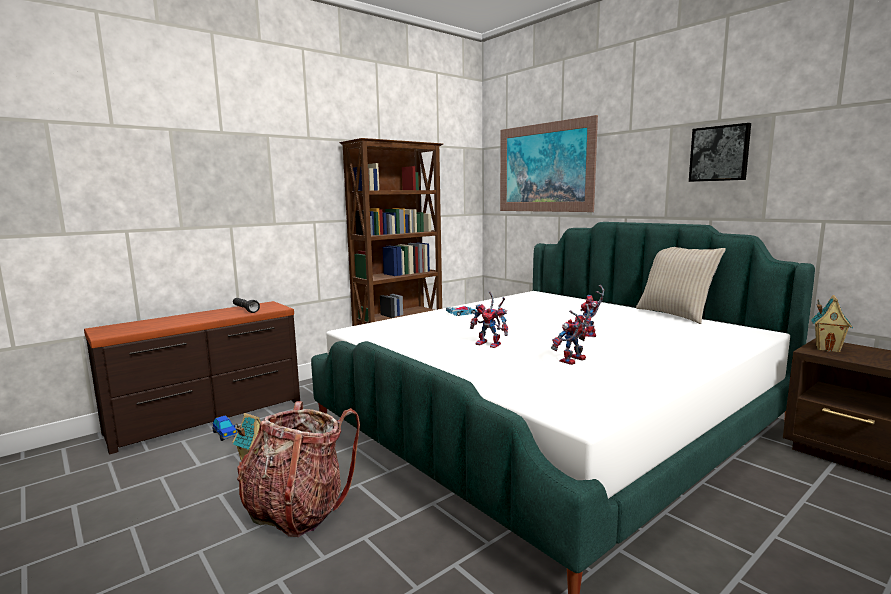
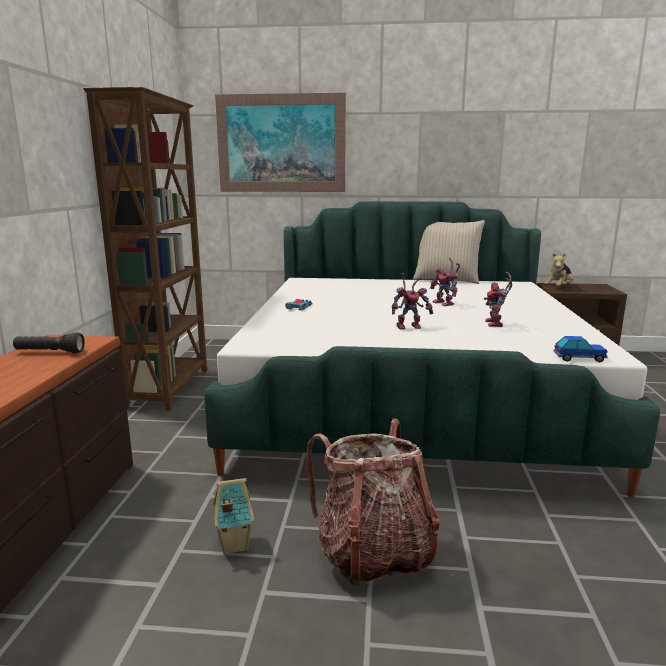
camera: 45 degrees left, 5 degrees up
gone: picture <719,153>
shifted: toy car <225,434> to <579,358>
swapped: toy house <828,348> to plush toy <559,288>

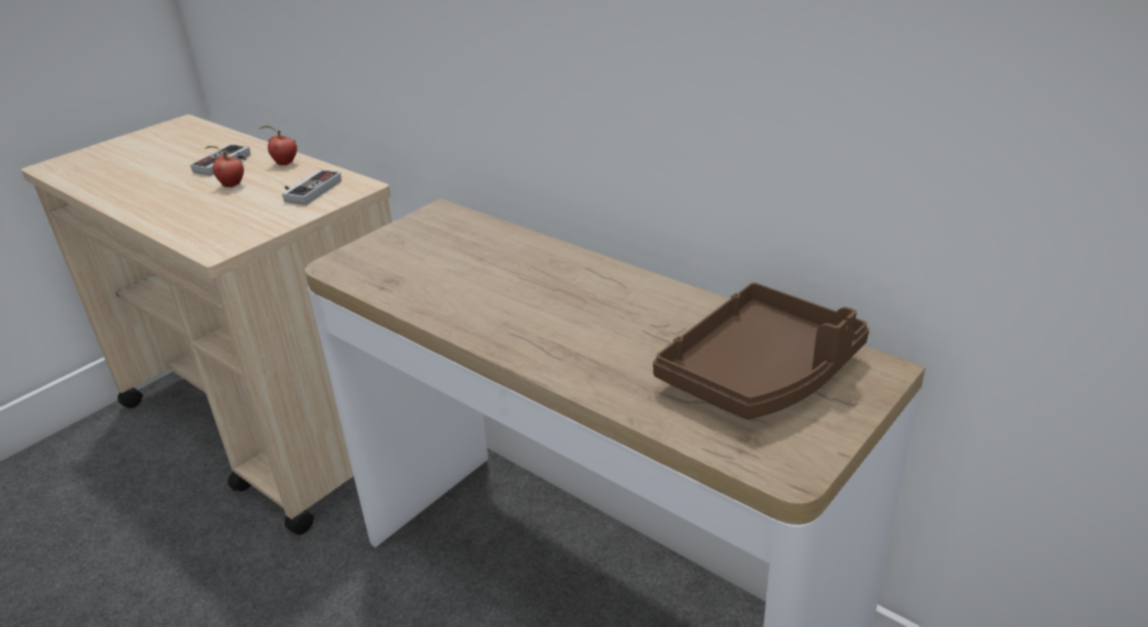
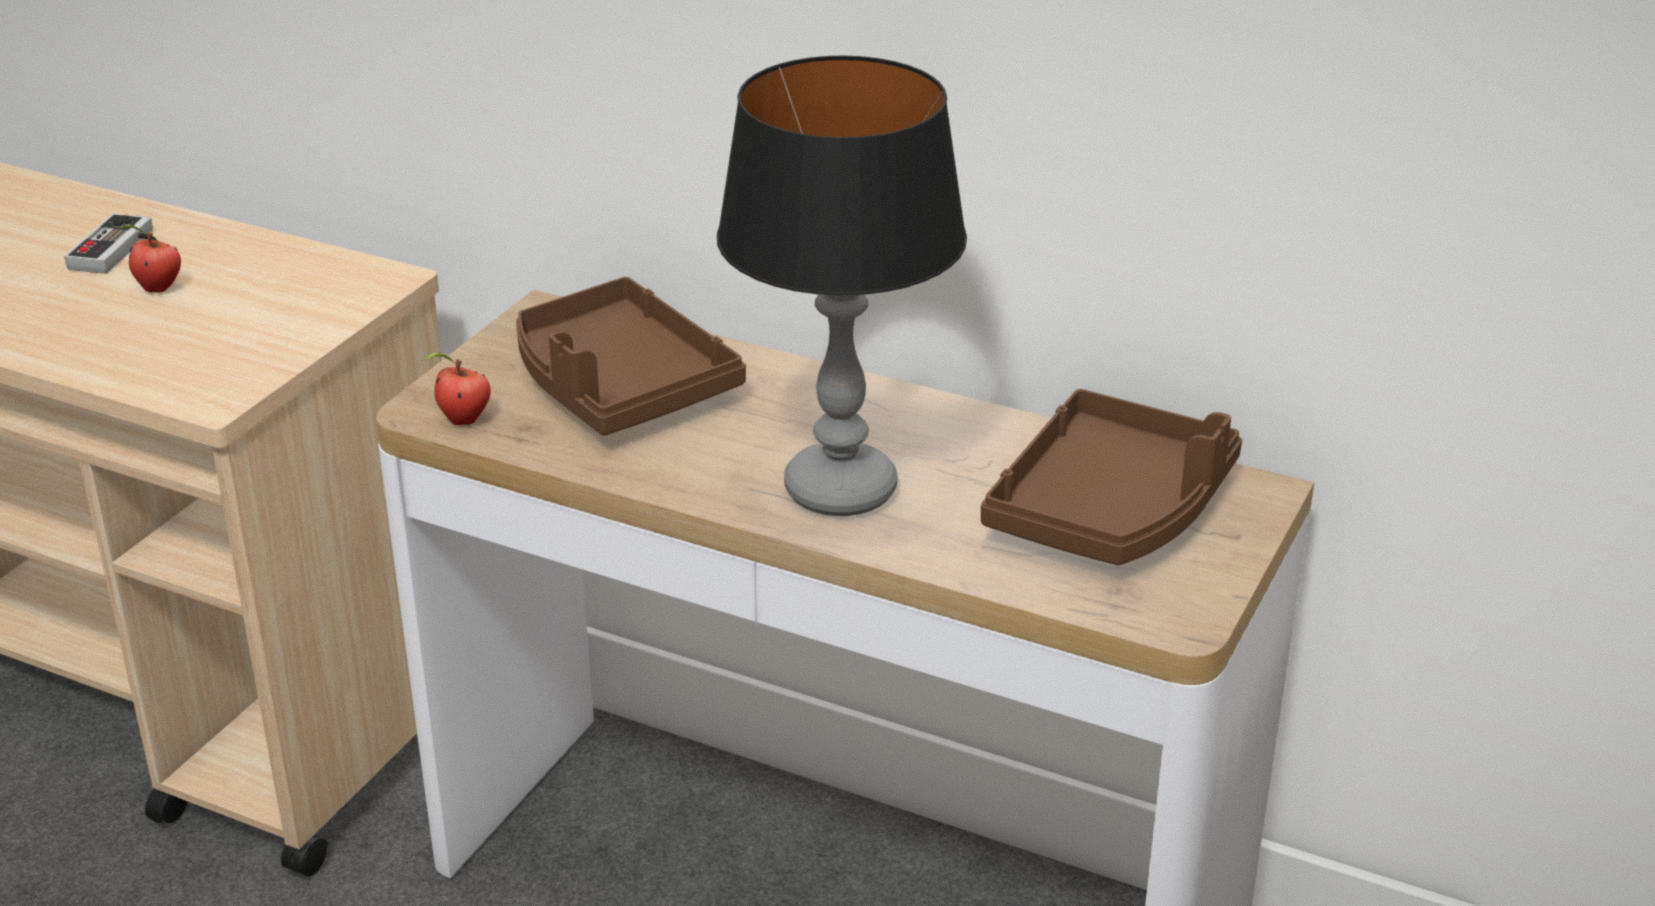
camera: 15 degrees left, 0 degrees up
gone: game controller <308,190>
new: table lamp <841,489>; brown tray <618,385>
shifted: apple <284,163> to <462,421>

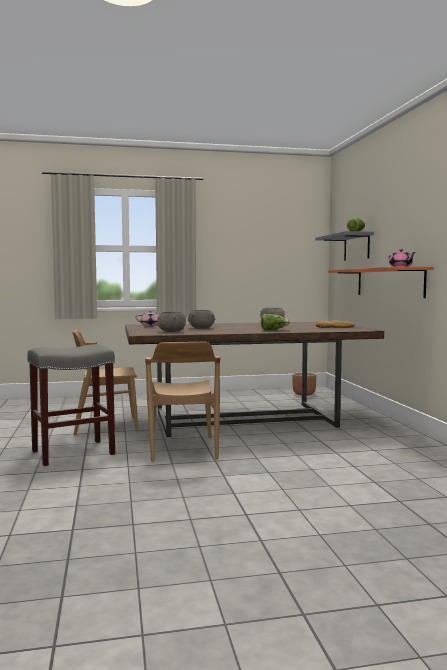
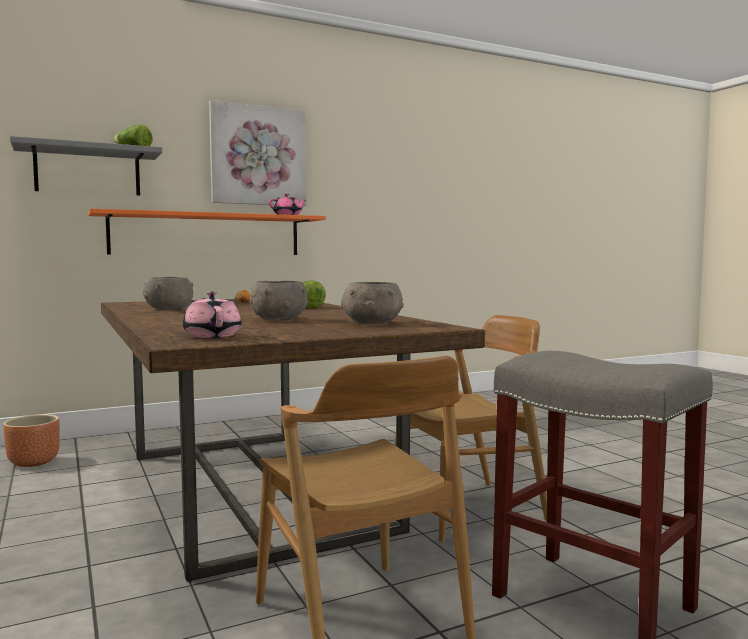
camera: 105 degrees left, 0 degrees up
new: picture <258,156>

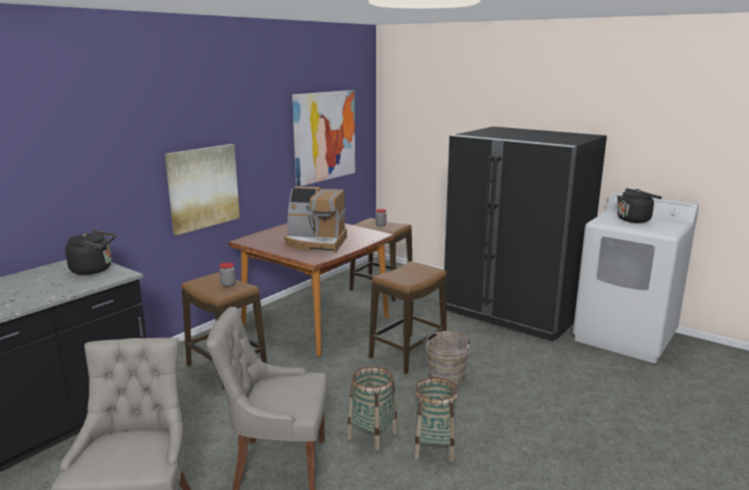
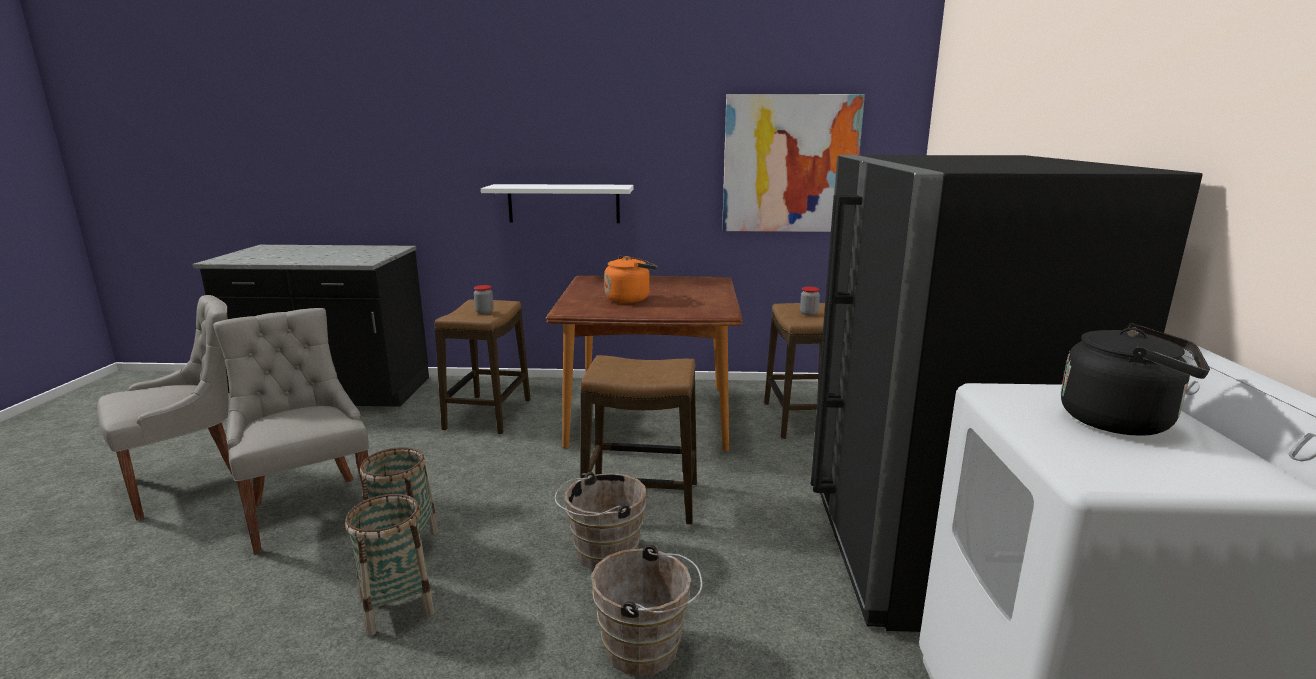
camera: 55 degrees right, 0 degrees up
gone: black kettle <94,269>
new: brown bucket <647,649>
swapped: picture <203,187> to white shelf <563,203>; coffee machine <316,243> to orange kettle <630,299>

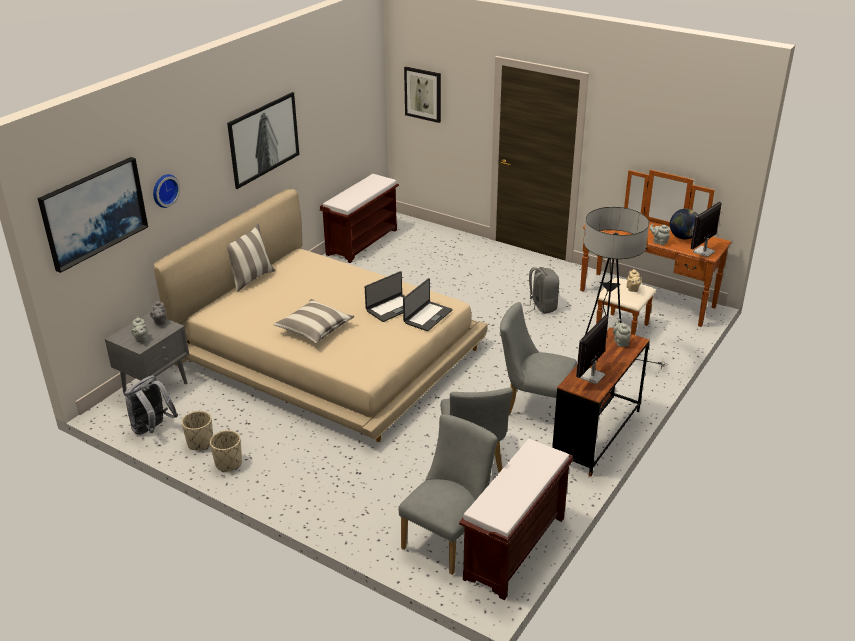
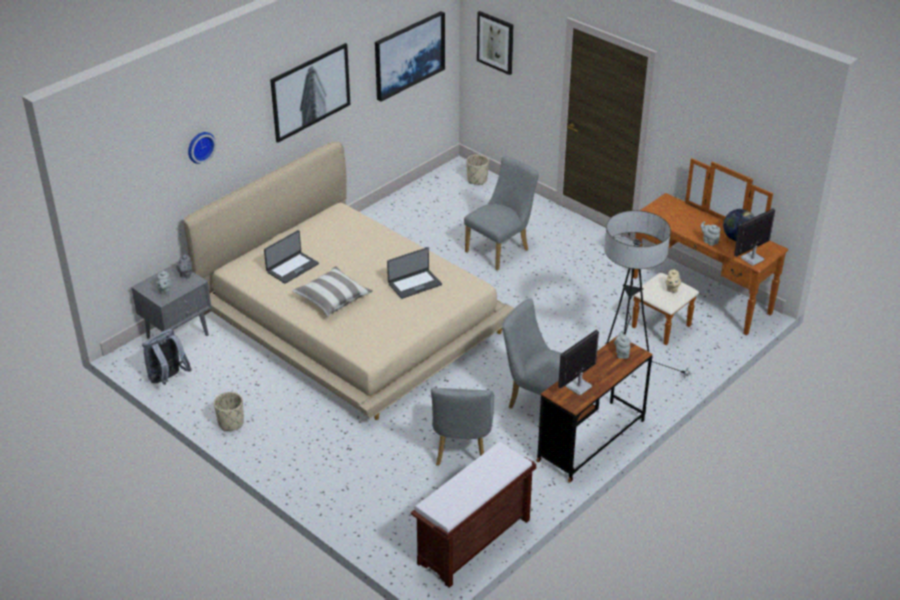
camera: 10 degrees right, 5 degrees up
gone: brown bench <362,242>; pillow <250,279>; grey backpack <541,307>
shifted: picture <93,212> to <409,55>; laptop <427,316> to <292,267>; beige planter <200,443> to <477,180>; grey chair <448,538> to <501,249>

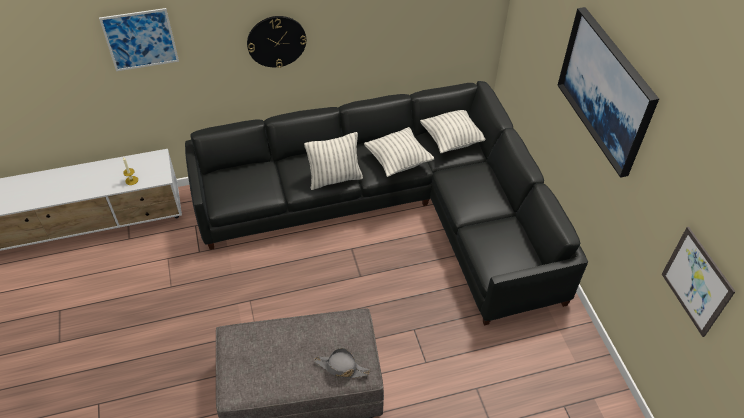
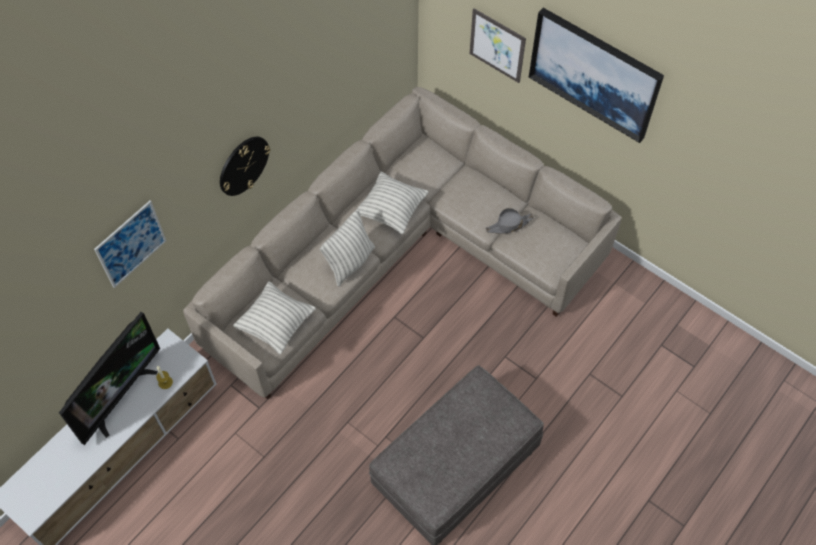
camera: 35 degrees left, 10 degrees up
new: television <120,397>
shifted: pillow <452,140> to <276,325>; picture <696,282> to <497,45>; grey hat <341,368> to <509,225>
repainted: black sofa <396,209> to beige sofa <402,254>

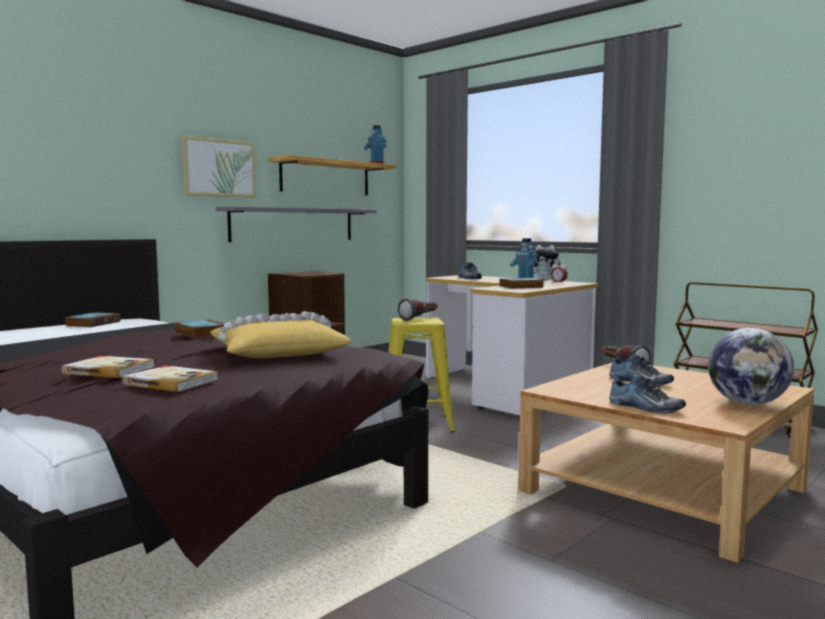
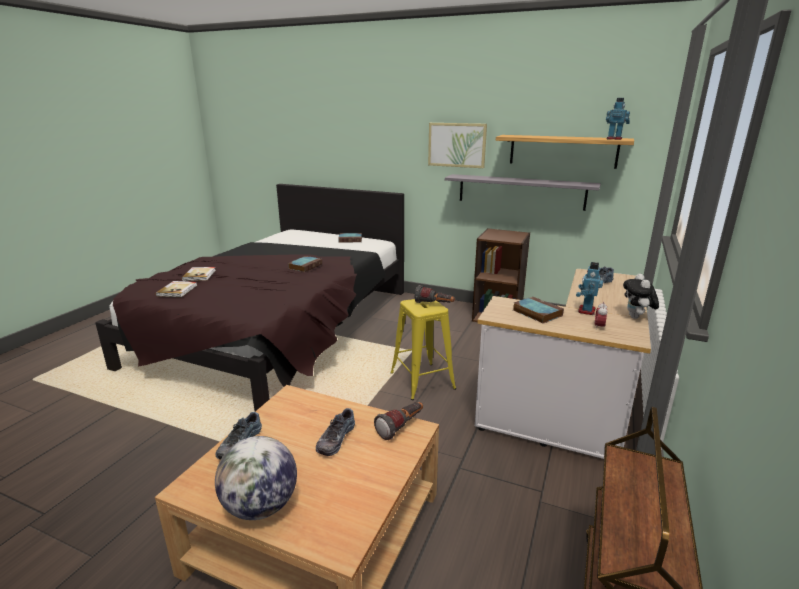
camera: 70 degrees right, 15 degrees up
gone: yellow pillow <277,352>

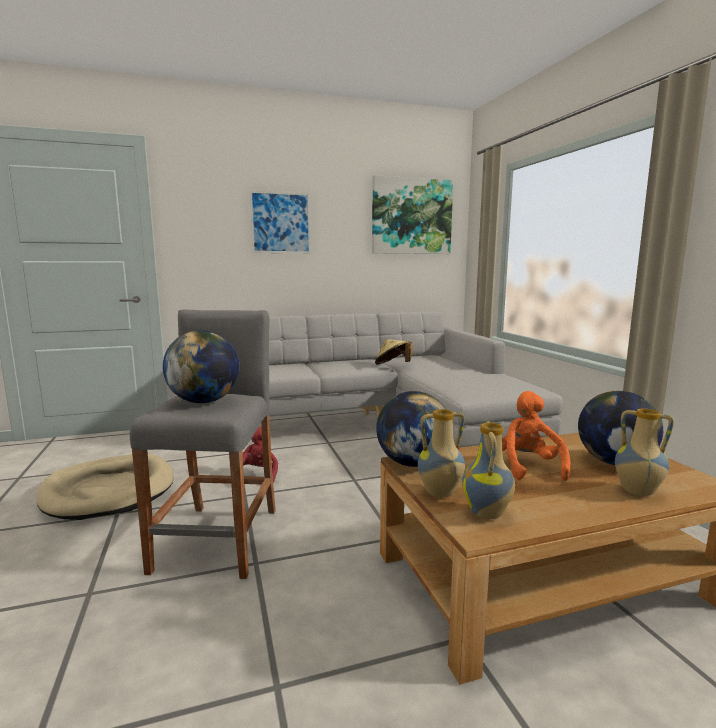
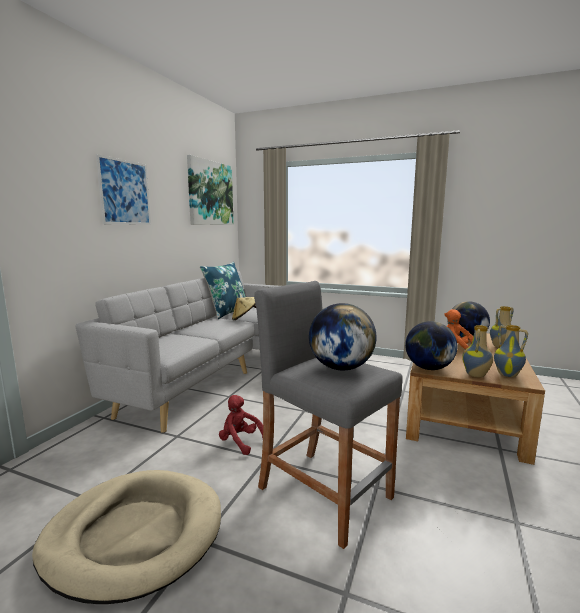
camera: 50 degrees left, 0 degrees up
new: blue pillow <227,312>

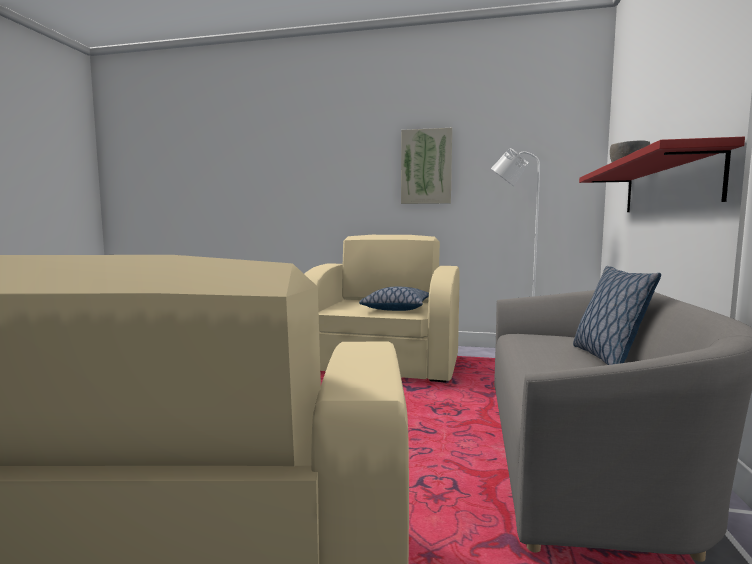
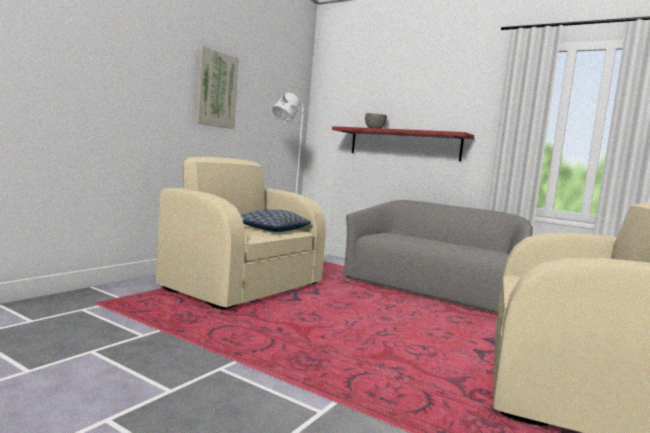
camera: 70 degrees left, 0 degrees up
gone: pillow <606,358>

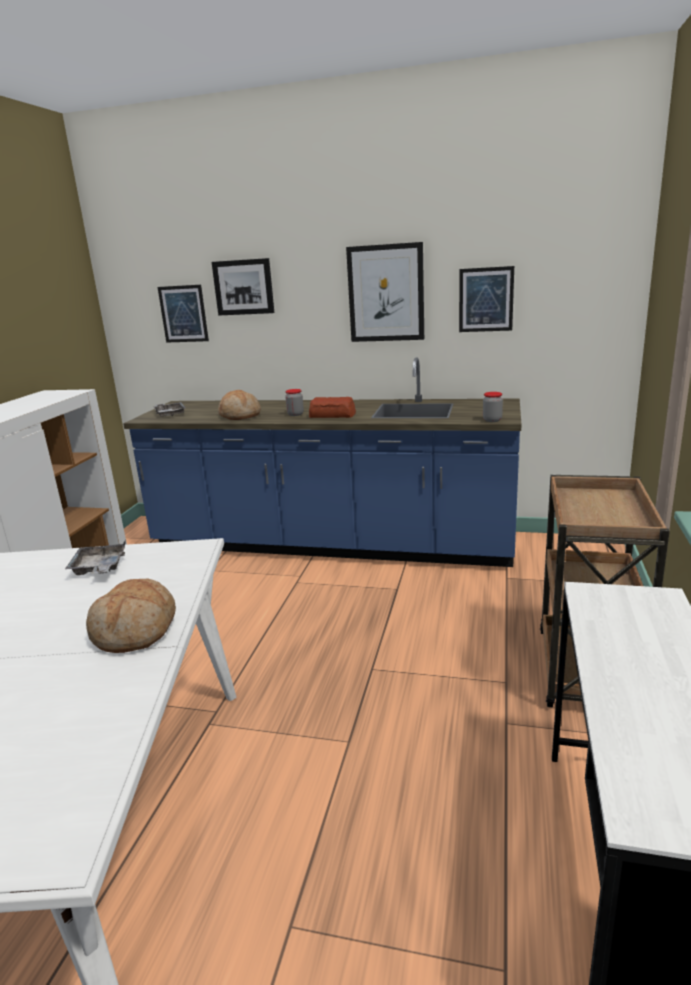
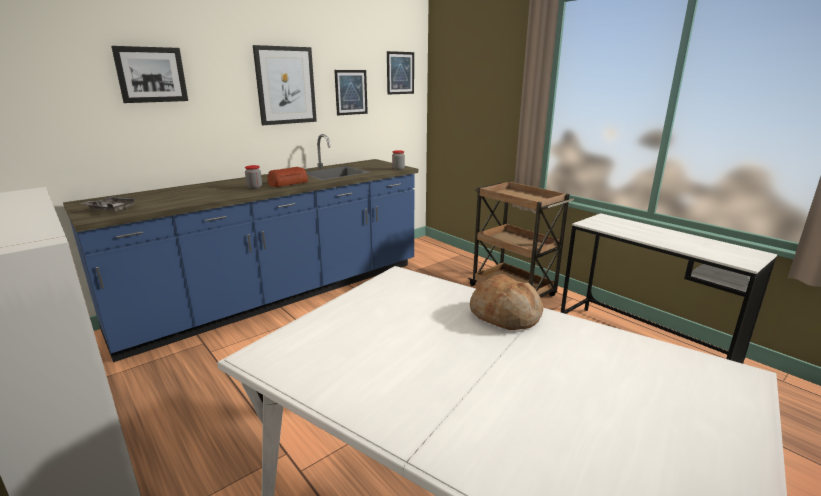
camera: 55 degrees left, 0 degrees up
gone: bread <240,415>; grey tray <99,568>
shifted: picture <183,314> to <400,73>

